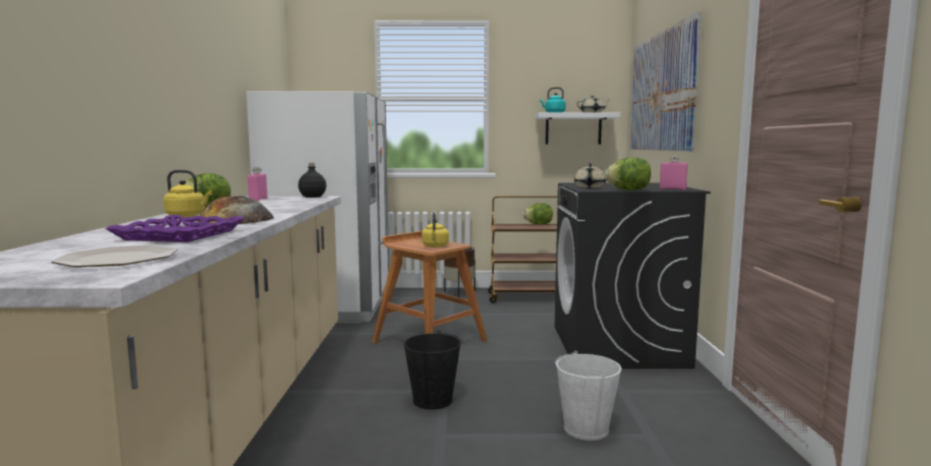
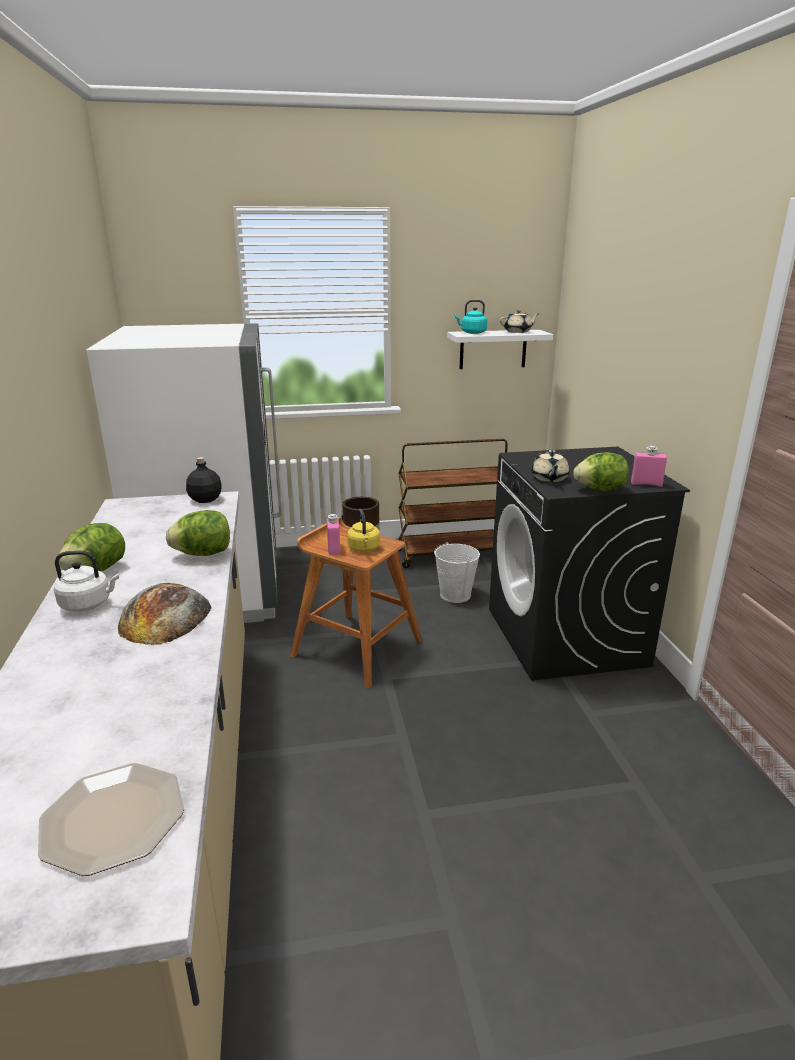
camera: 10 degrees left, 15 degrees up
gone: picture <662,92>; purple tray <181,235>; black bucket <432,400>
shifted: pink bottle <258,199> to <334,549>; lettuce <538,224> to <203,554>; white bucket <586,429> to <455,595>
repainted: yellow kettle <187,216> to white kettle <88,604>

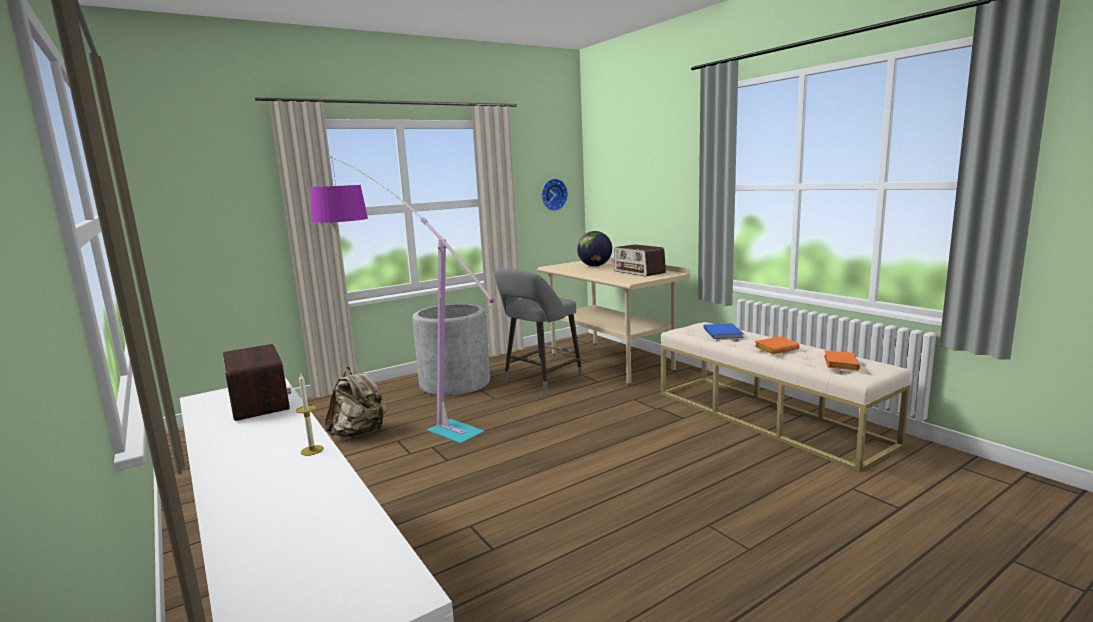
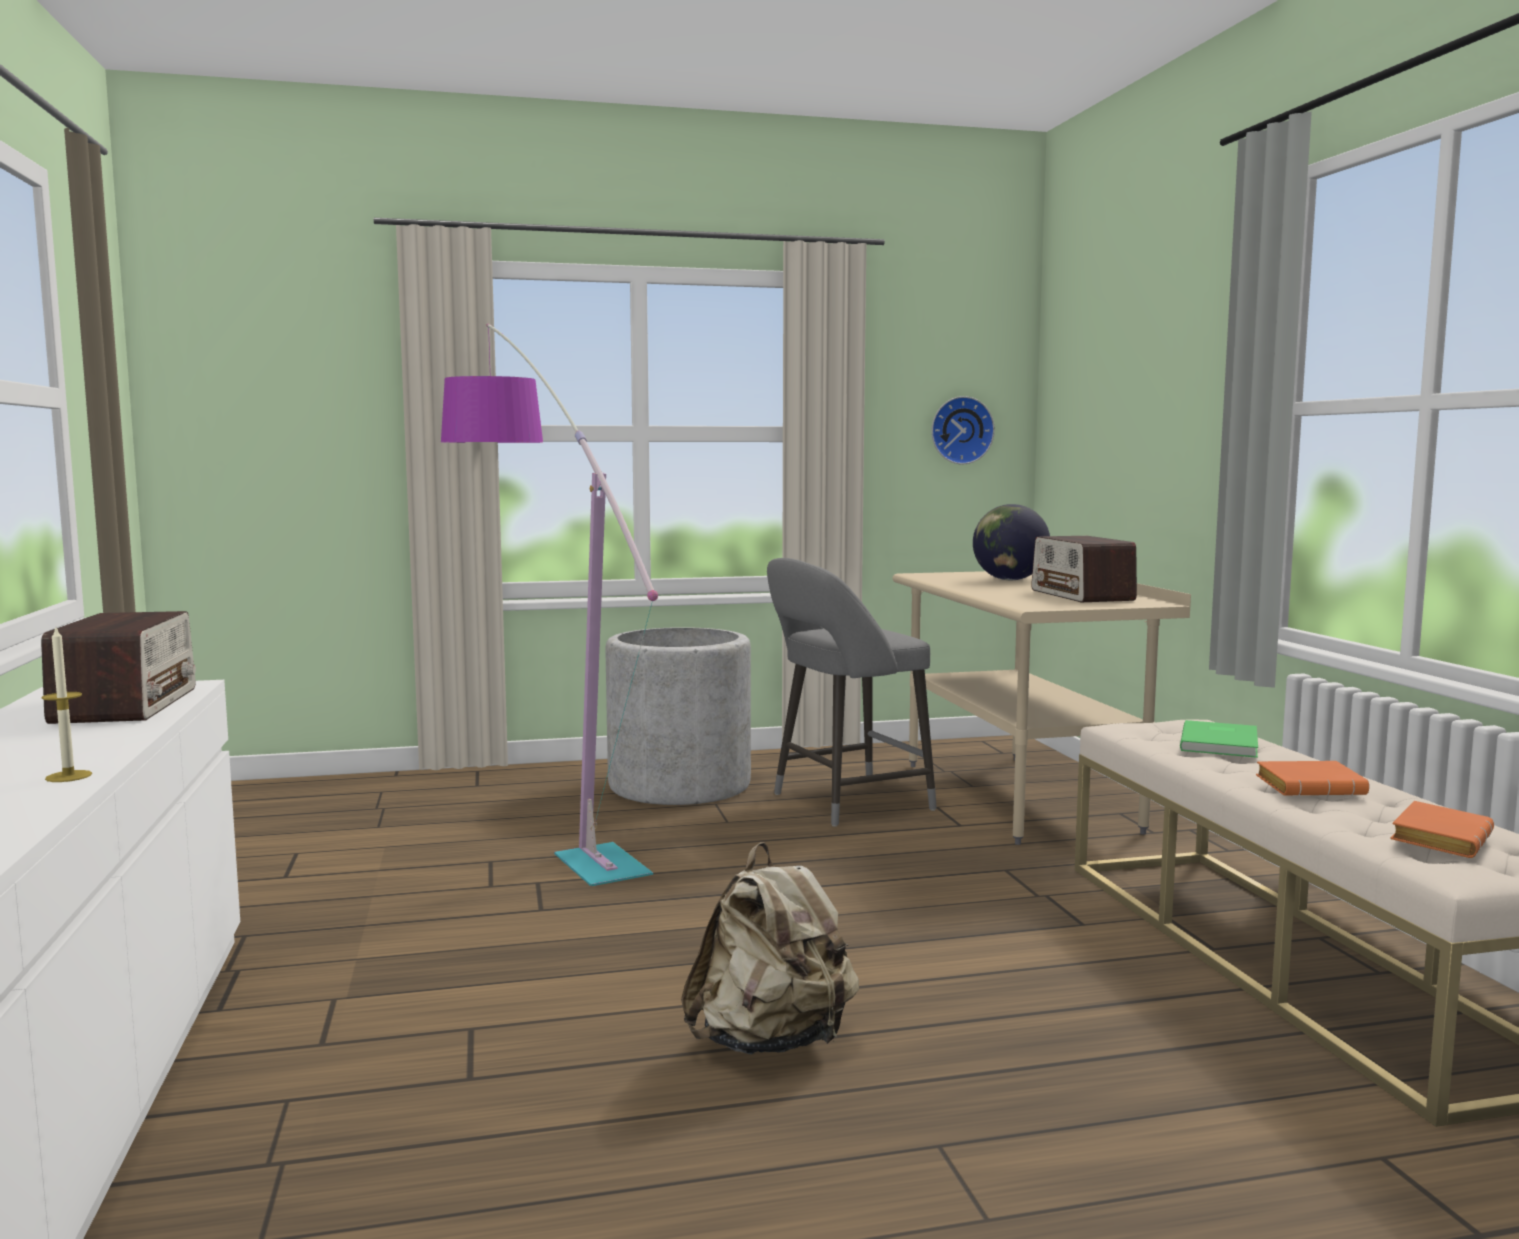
camera: 20 degrees right, 5 degrees down
shifted: beige backpack <359,433> to <771,1041>
repainted: blue book <724,332> to green book <1222,742>

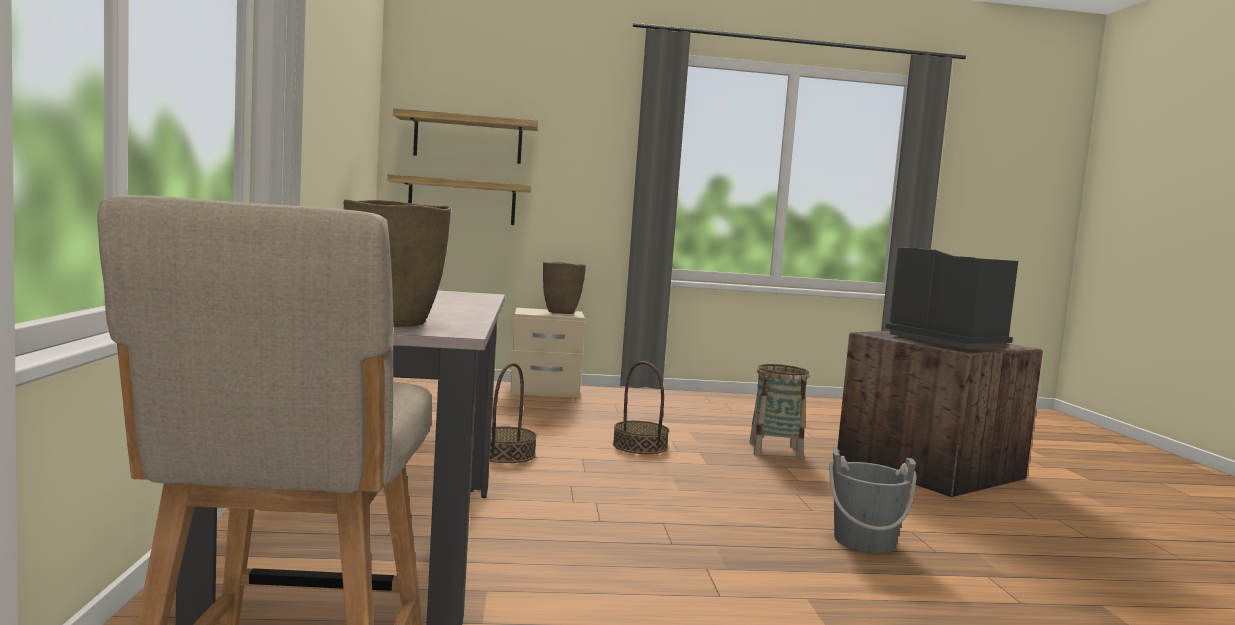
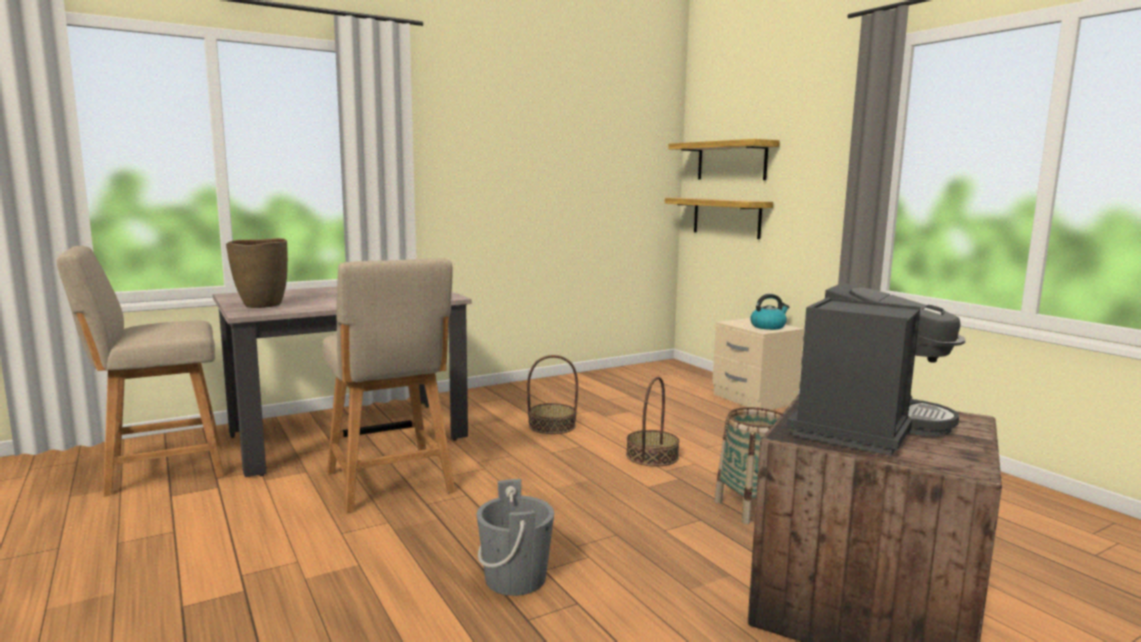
camera: 65 degrees right, 5 degrees up
new: beige chair <391,484>
swapped: brown vase <561,312> to kettle <768,326>

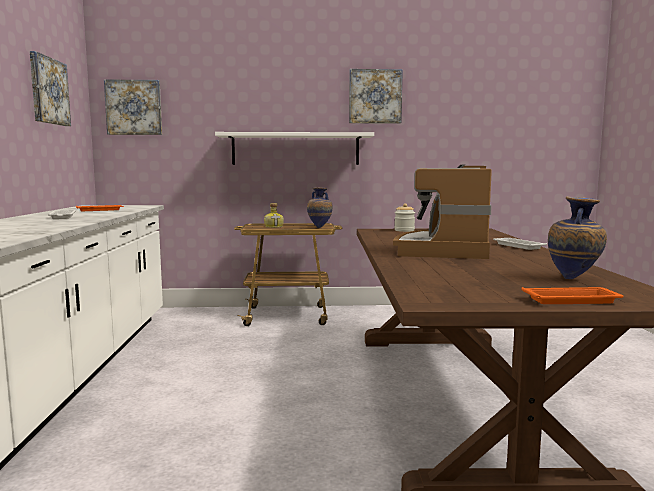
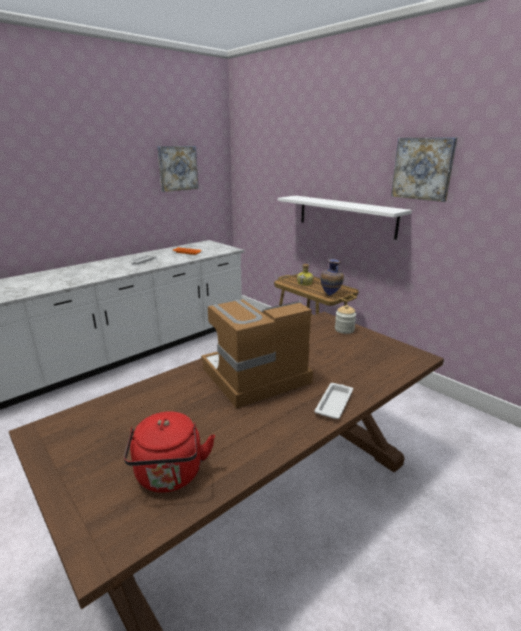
camera: 50 degrees right, 15 degrees up
gone: picture <134,107>; orange tray <572,300>
swapped: vase <574,280> to red kettle <170,476>

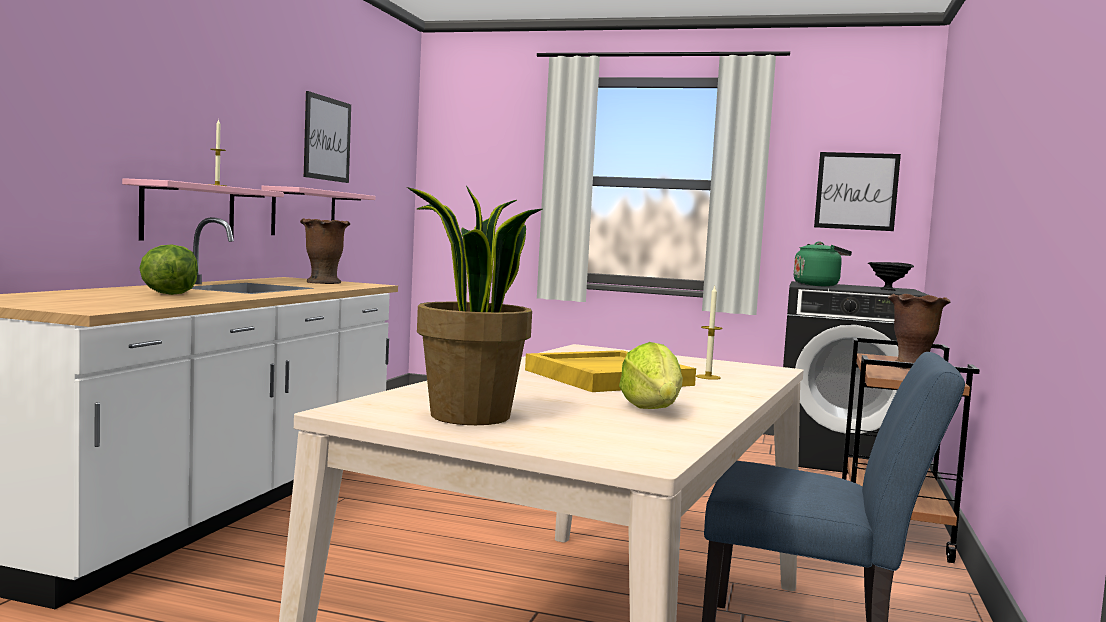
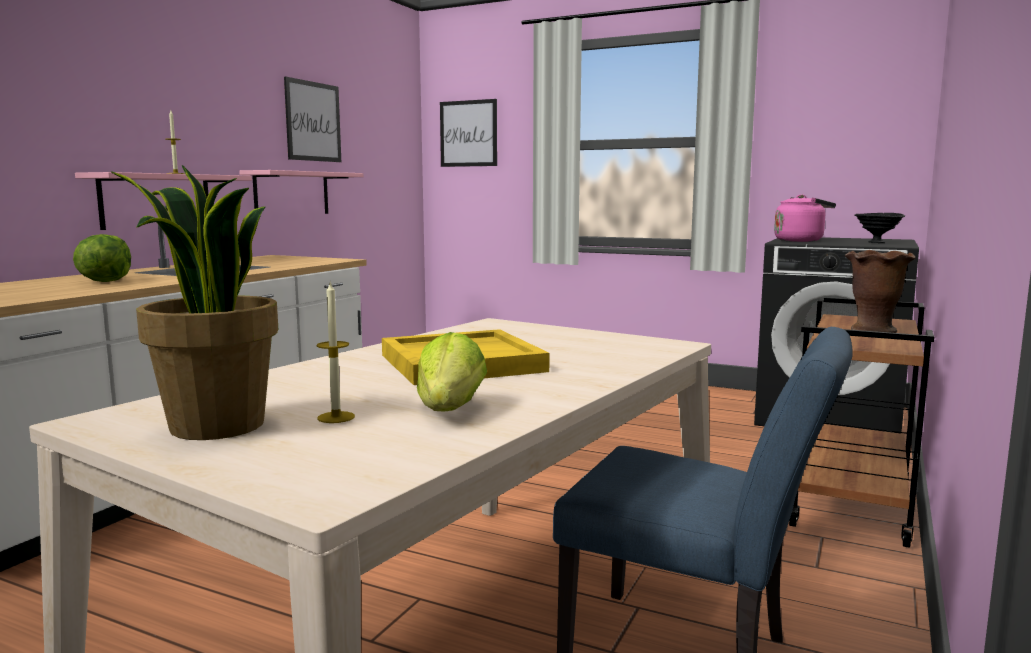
camera: 10 degrees right, 5 degrees up
gone: brown vase <323,282>
shifted: picture <856,191> to <468,133>; candle <708,377> to <336,417>
repainted: green kettle <818,285> to pink kettle <801,241>

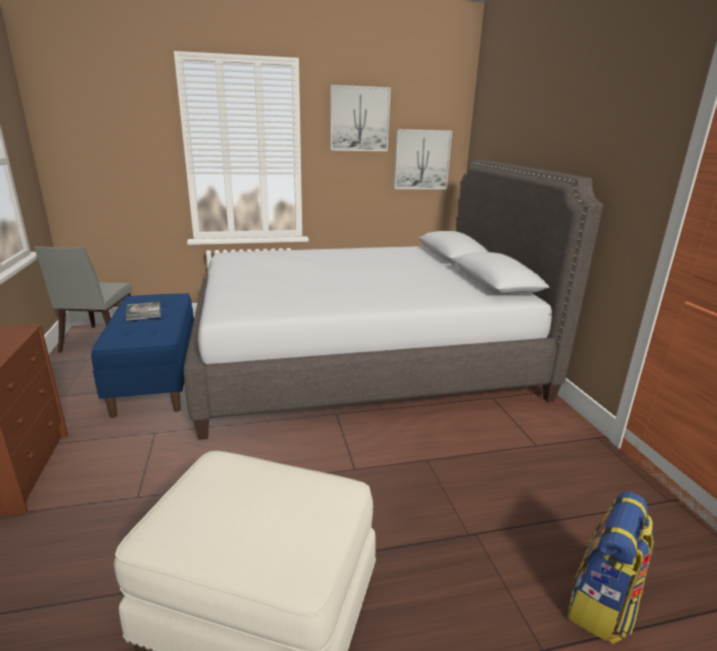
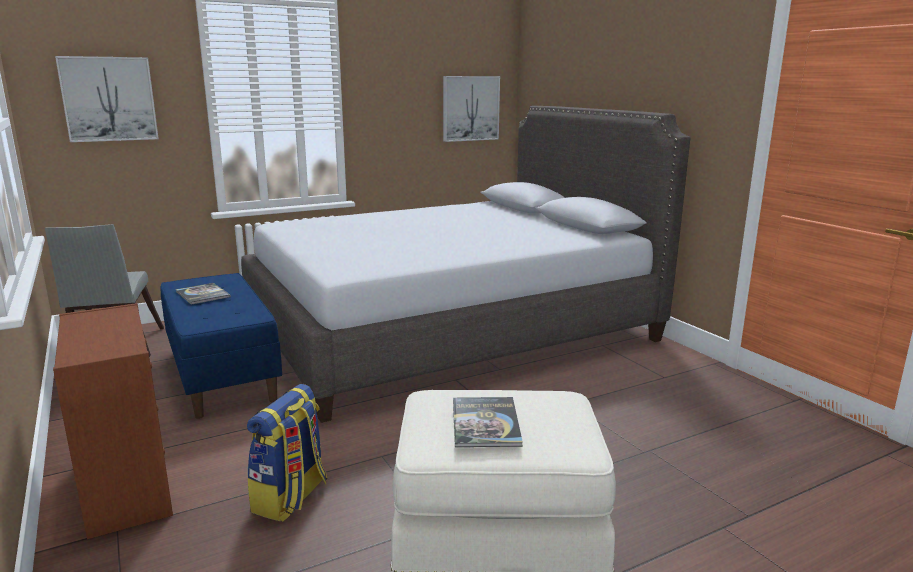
camera: 15 degrees left, 5 degrees down
new: book <485,423>
shifted: picture <359,119> to <109,99>; backpack <602,605> to <291,498>

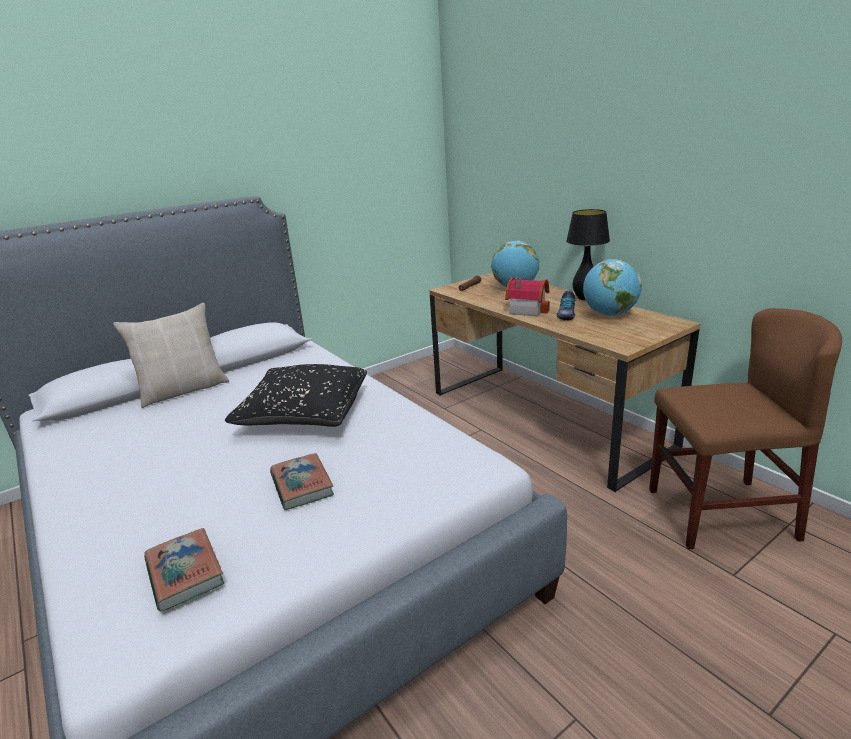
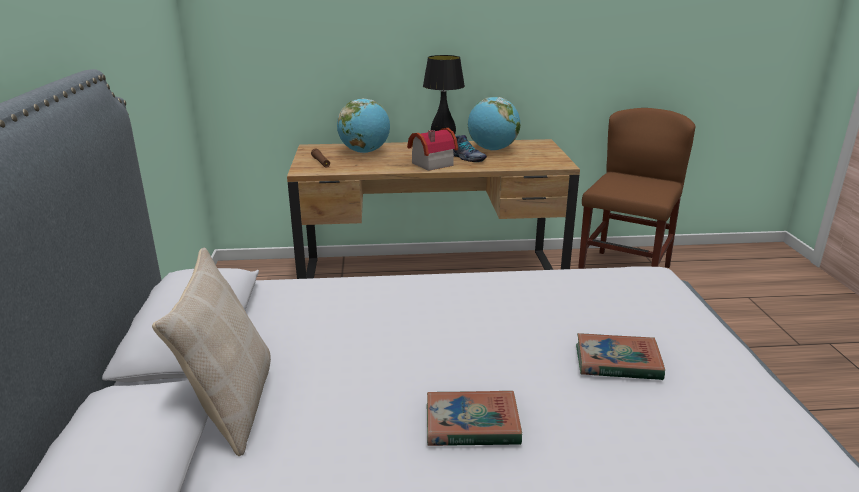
camera: 60 degrees left, 0 degrees up
gone: black pillow <304,414>
shifted: book <184,573> to <472,424>

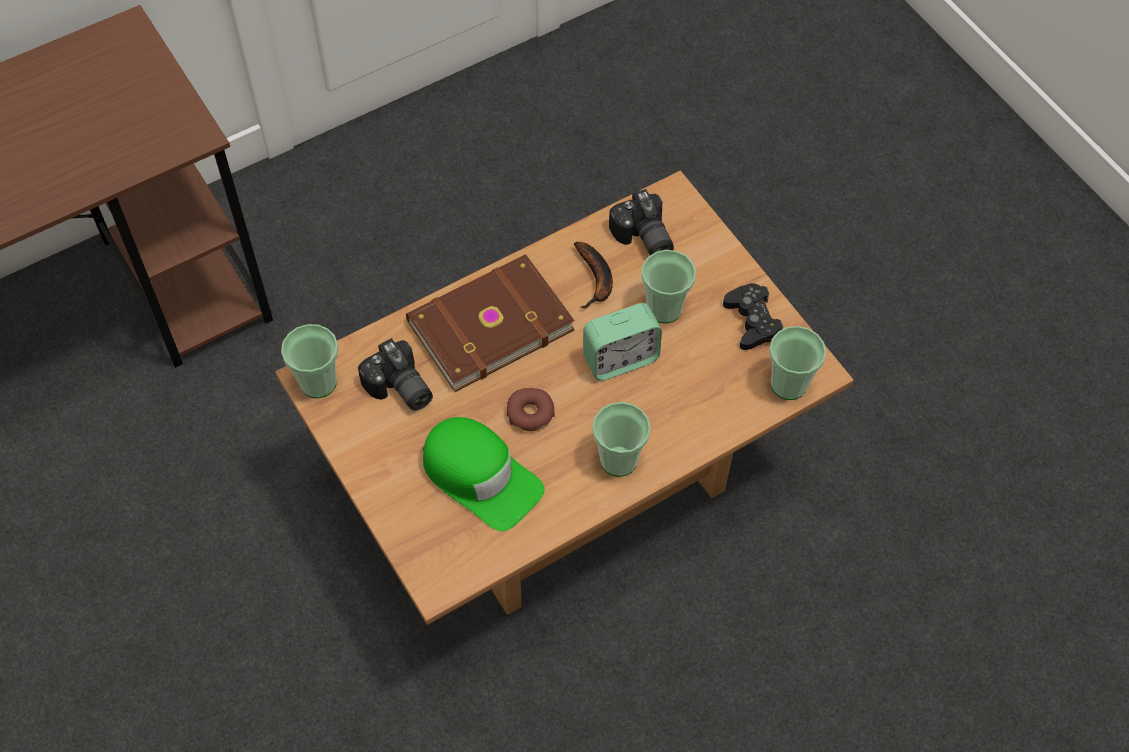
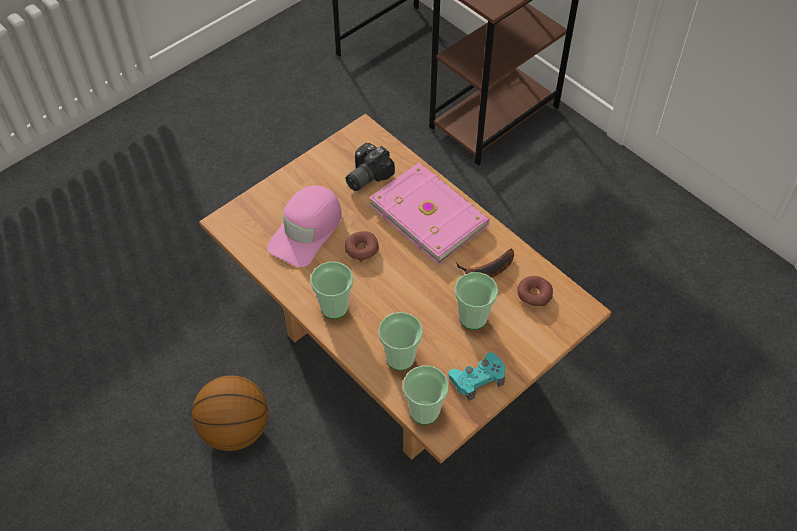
camera: 80 degrees right, 5 degrees down
gone: alarm clock <620,359>
new: basketball <235,429>
shifted: cup <318,382> to <400,358>
swapped: photo camera <642,239> to donut <534,295>
repainted: brown book <488,324> to pink book <429,214>; black game controller <752,321> to turquoise game controller <477,379>; green cap <480,476> to pink cap <307,230>

